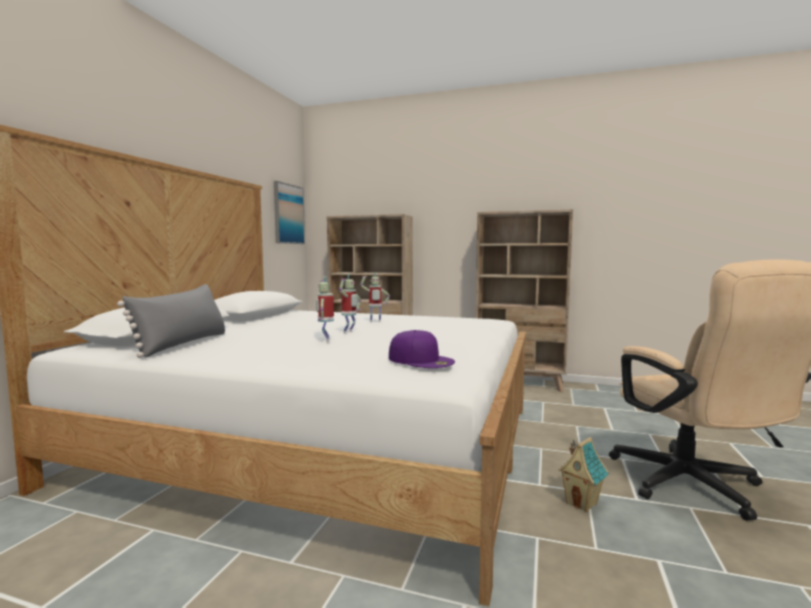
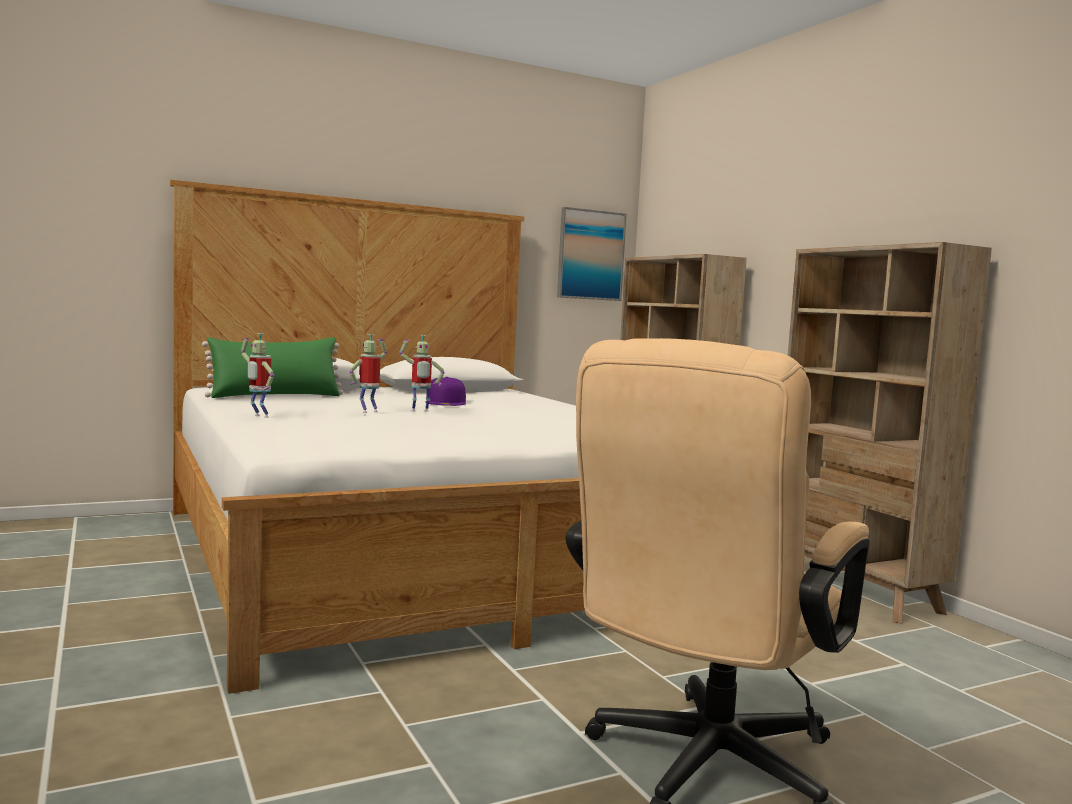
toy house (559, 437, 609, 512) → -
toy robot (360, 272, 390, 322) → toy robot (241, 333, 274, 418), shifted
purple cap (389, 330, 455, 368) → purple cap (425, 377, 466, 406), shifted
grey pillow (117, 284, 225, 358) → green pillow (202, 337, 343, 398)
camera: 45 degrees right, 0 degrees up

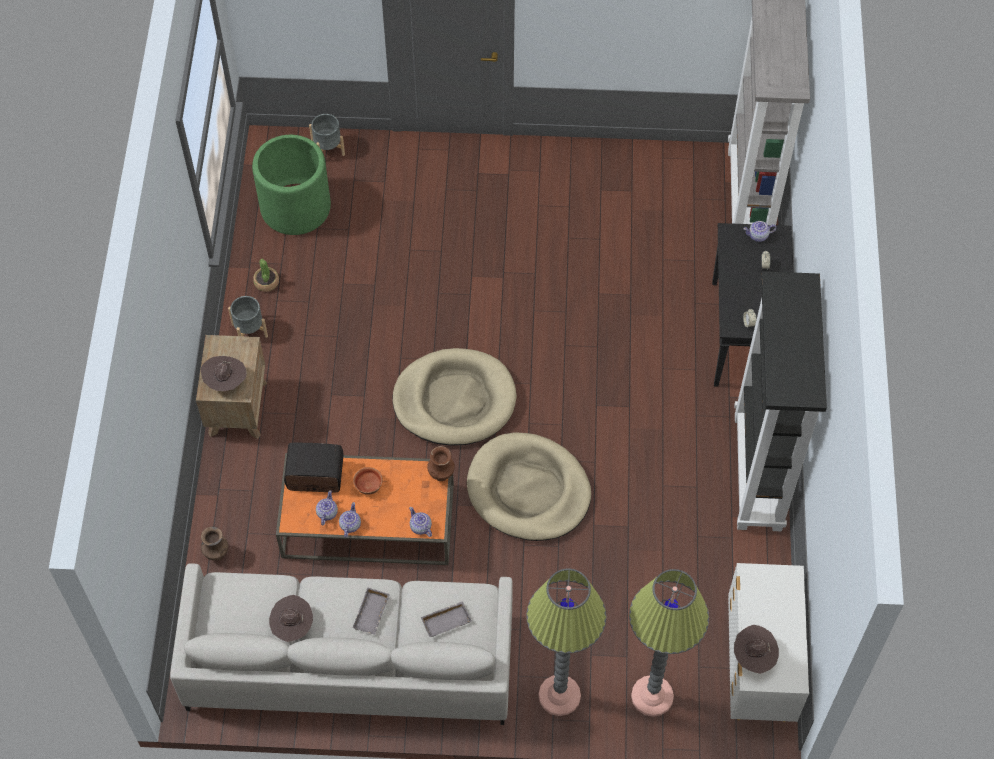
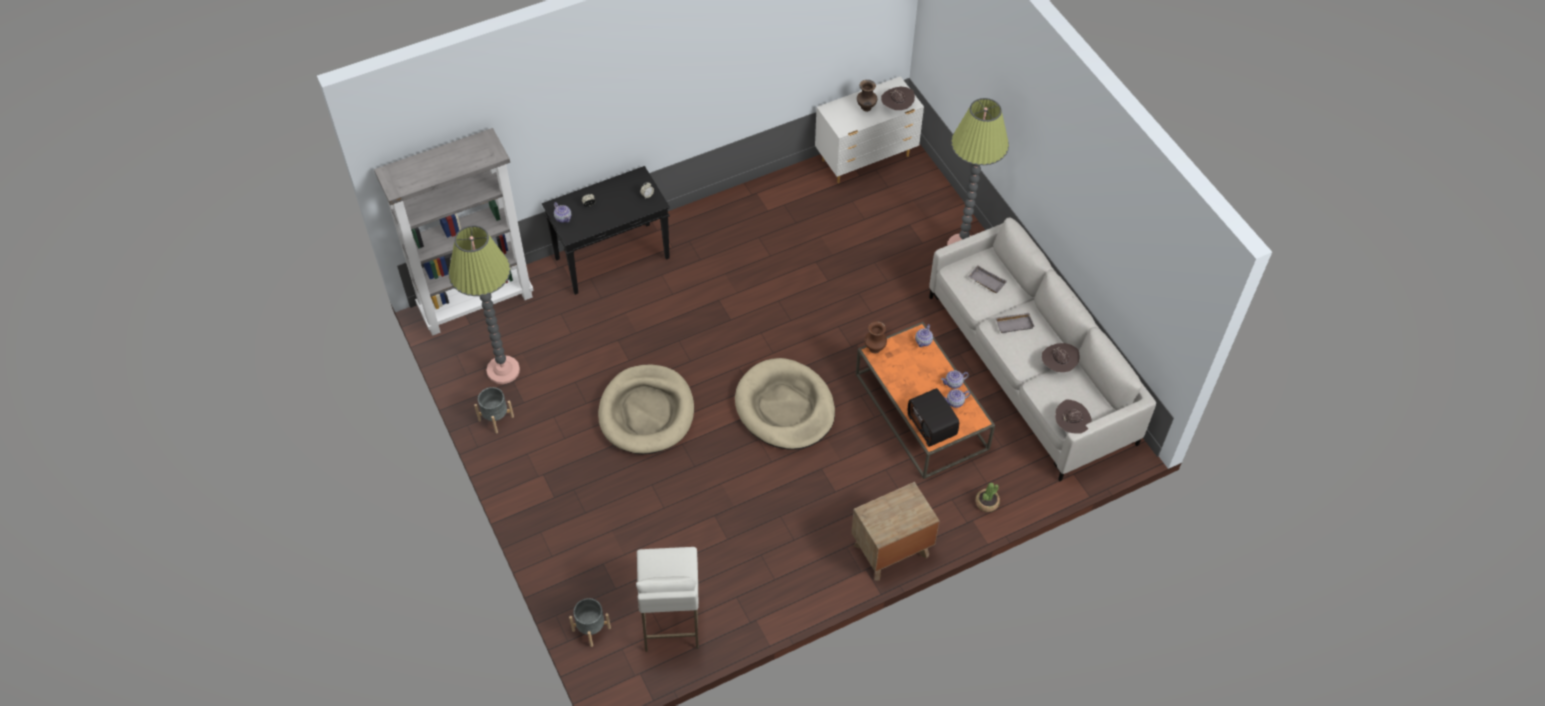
bowl (353, 467, 383, 495) → -
black bookcase (734, 271, 827, 531) → -
brown hat (201, 356, 246, 391) → brown hat (1055, 399, 1092, 434), shifted
brown vase (201, 527, 228, 560) → brown vase (857, 80, 877, 112), shifted
grey planter (228, 296, 268, 338) → grey planter (474, 387, 514, 433), shifted
potted plant (253, 258, 279, 292) → potted plant (975, 483, 1000, 512), shifted
beige dog bed (467, 433, 591, 541) → beige dog bed (598, 365, 694, 454), shifted
floor lamp (629, 569, 709, 717) → floor lamp (448, 226, 520, 384), shifted
green planter (252, 135, 331, 235) → white stool (636, 547, 699, 652)
camera: 120 degrees left, 5 degrees down

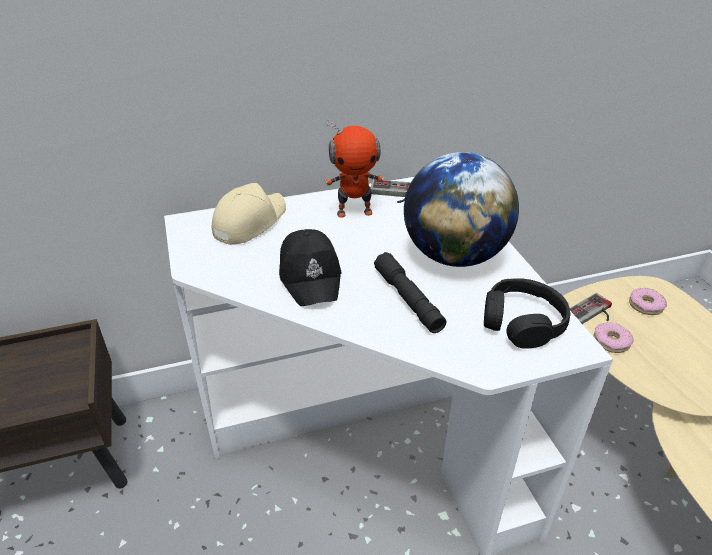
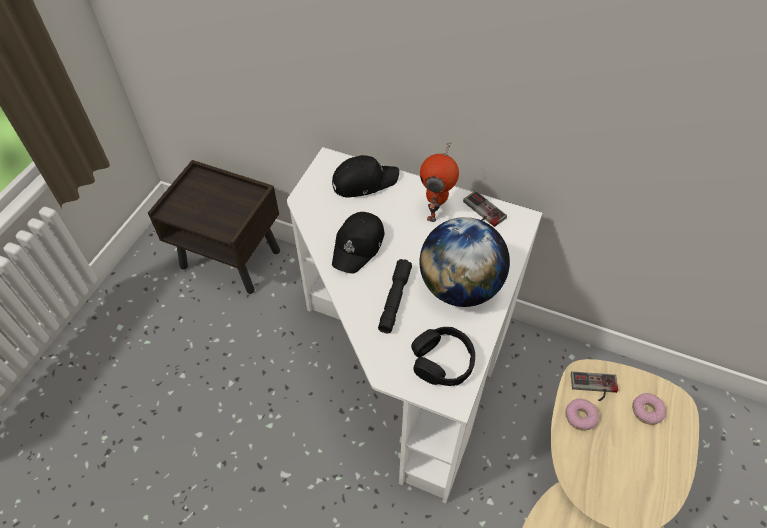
beige cap (212, 183, 286, 245) → black cap (332, 155, 399, 197)
toy robot (325, 119, 384, 218) → toy robot (420, 143, 459, 222), 75 degrees clockwise
camera: 40 degrees right, 15 degrees up

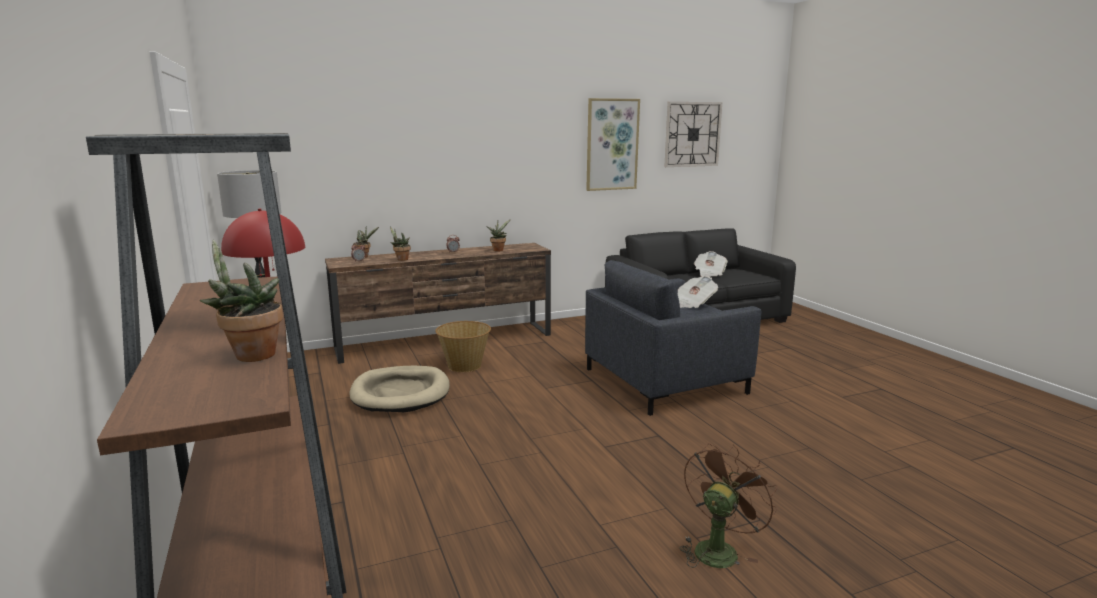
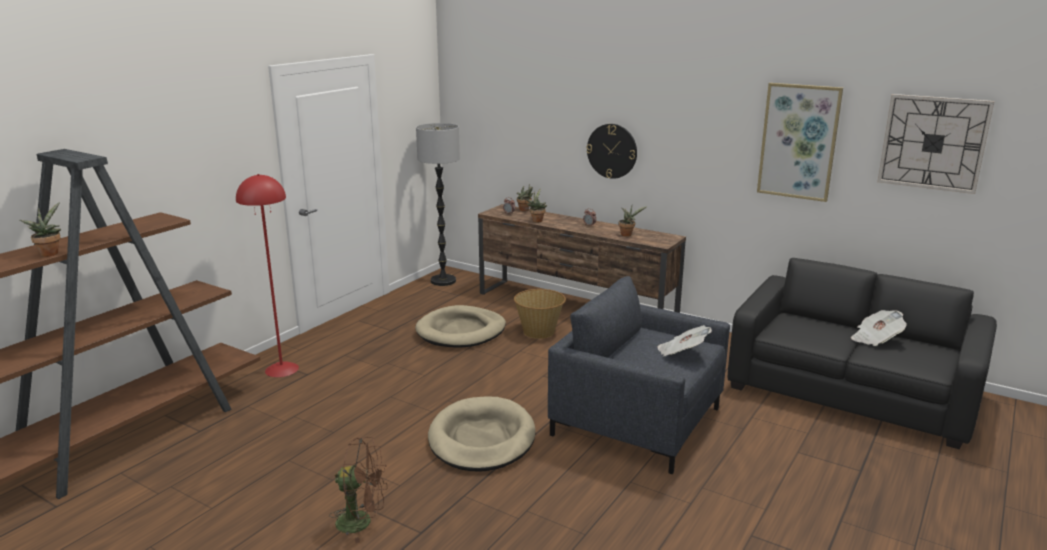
- → beige dog bed (428, 396, 536, 472)
- → wall clock (586, 124, 637, 179)
camera: 55 degrees right, 5 degrees up

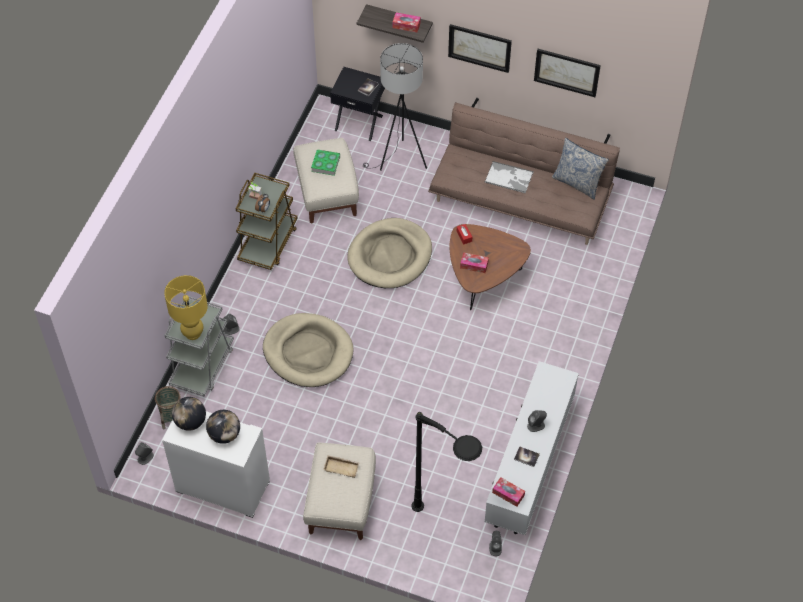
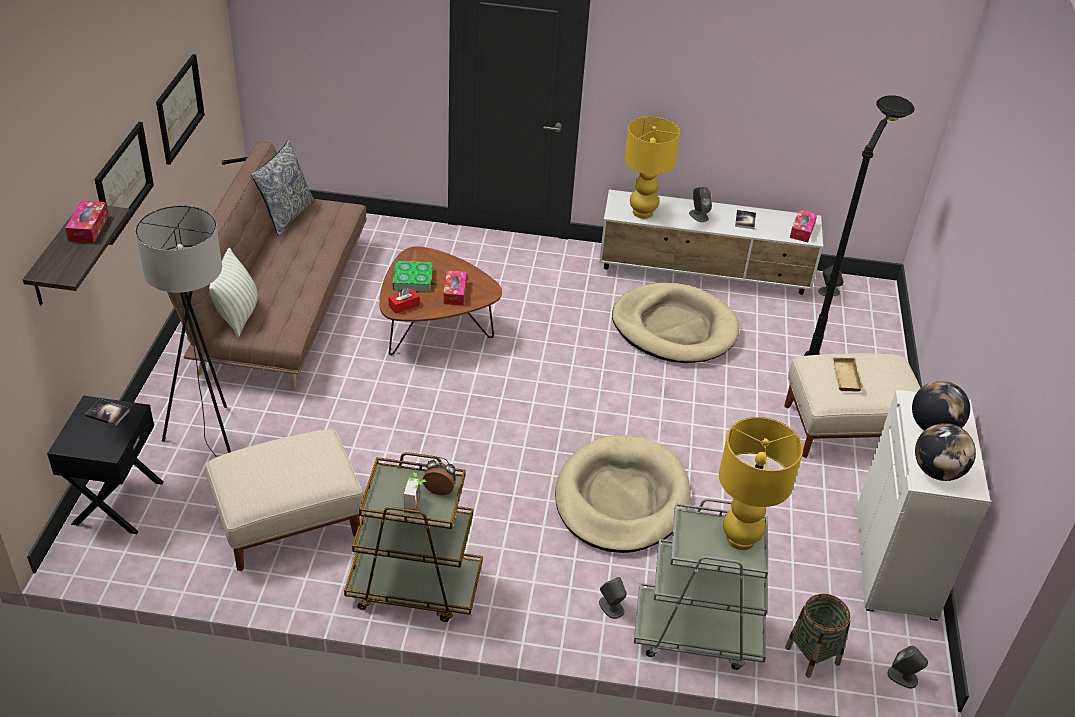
tray (485, 161, 534, 193) → -
- → pillow (209, 248, 258, 337)
- → yellow table lamp (624, 116, 680, 219)
book (311, 149, 340, 176) → book (392, 261, 432, 292), shifted
beige dog bed (347, 218, 432, 288) → beige dog bed (612, 283, 739, 363), shifted
camera: 105 degrees left, 15 degrees down

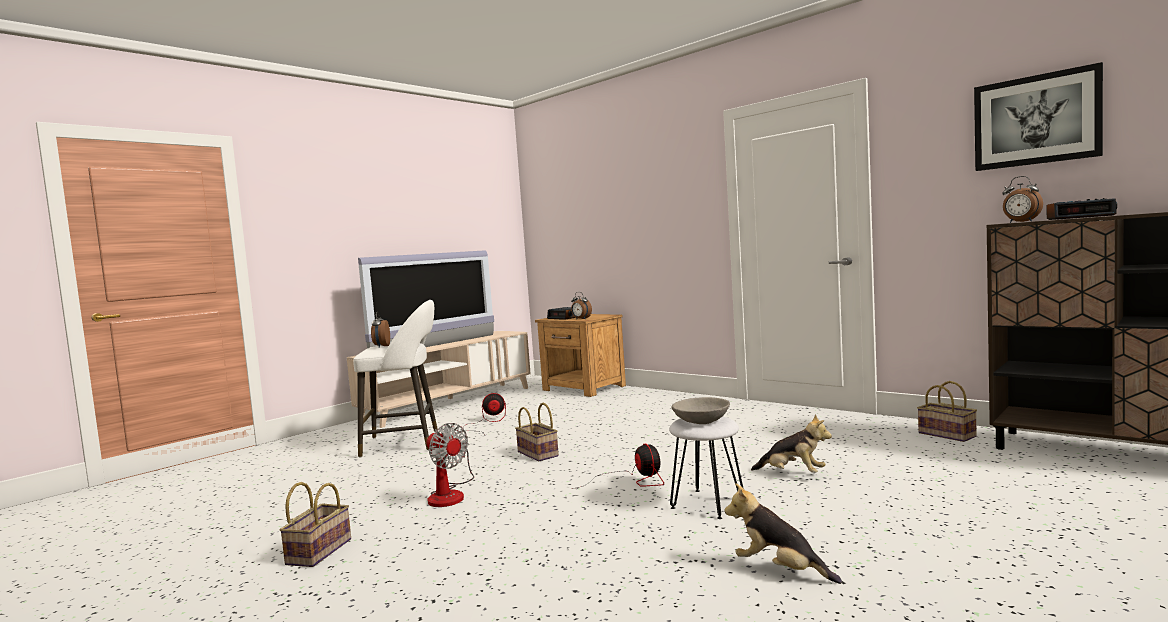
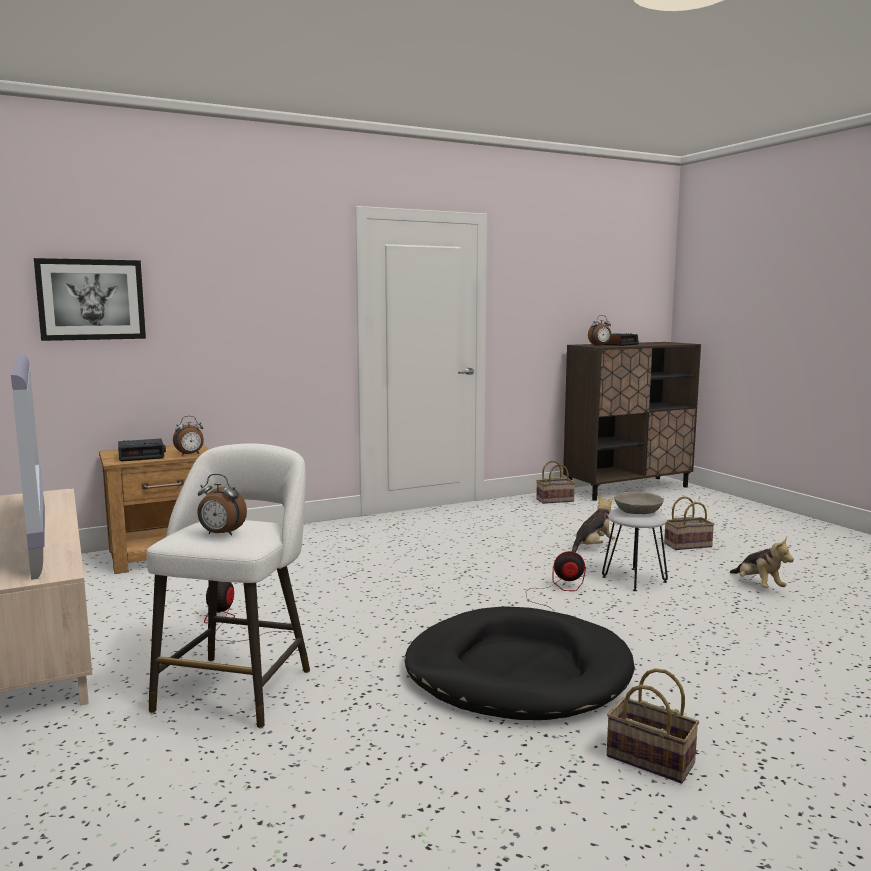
basket (515, 403, 559, 461) → basket (664, 496, 714, 550), shifted
picture (974, 62, 1103, 171) → picture (34, 258, 146, 341), shifted
fan (426, 423, 474, 507) → black dog bed (405, 606, 635, 720)
plush toy (725, 483, 842, 584) → plush toy (730, 537, 794, 588), 75 degrees counterclockwise
camera: 70 degrees left, 5 degrees up

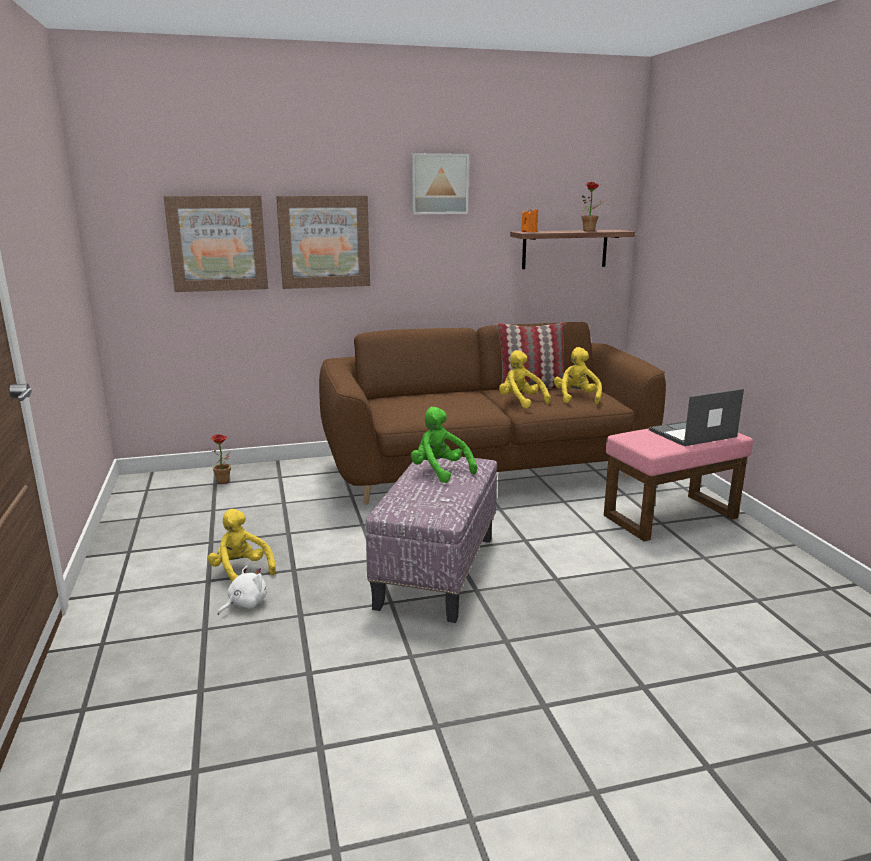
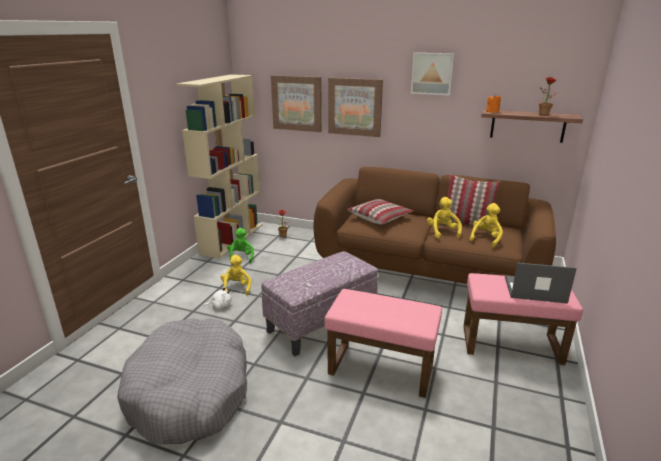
- → grey dog bed (117, 318, 247, 445)
- → beige bookcase (176, 74, 262, 259)
- → pink ottoman (325, 289, 442, 398)
- → pillow (347, 199, 413, 224)
green plush toy (411, 407, 477, 483) → green plush toy (227, 228, 254, 263), shifted
camera: 35 degrees right, 5 degrees up

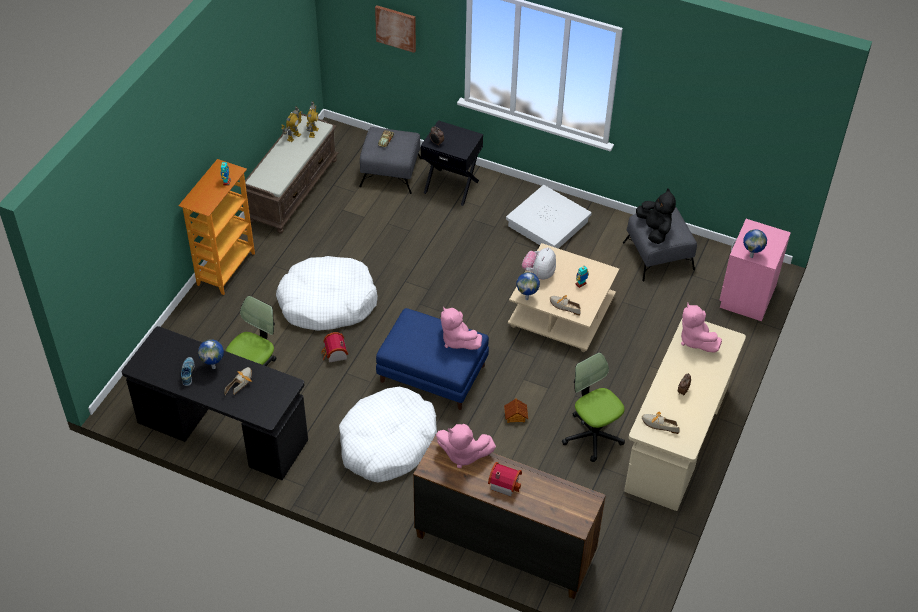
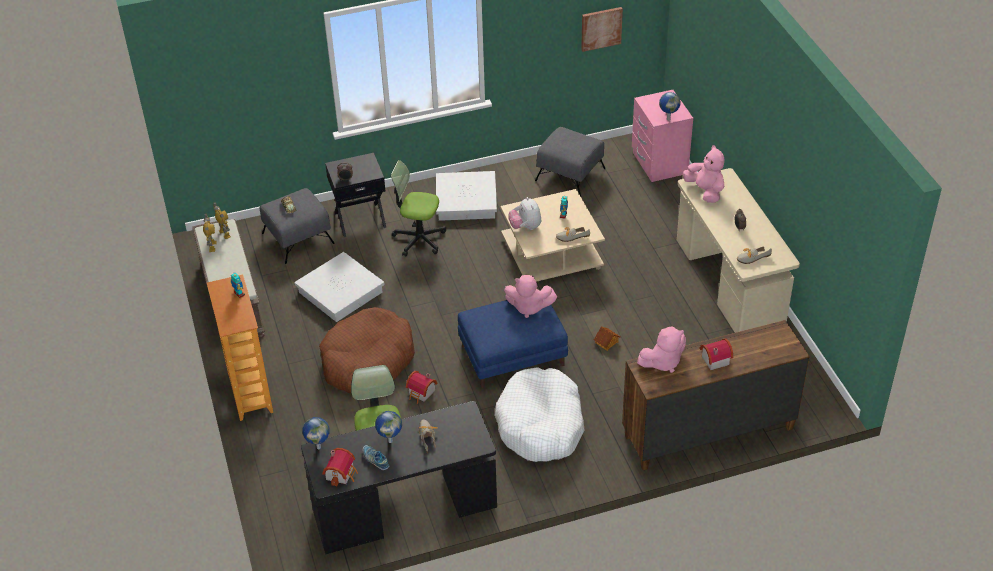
black plush toy (636, 189, 676, 244) → -
- → white storage box (294, 252, 385, 322)
- → toy house (322, 448, 358, 487)
picture (375, 5, 416, 53) → picture (581, 7, 623, 52), shifted
globe (517, 272, 540, 300) → globe (303, 417, 330, 449), shifted
office chair (562, 352, 625, 462) → office chair (391, 160, 446, 257), shifted
white dog bed (276, 256, 378, 331) → brown dog bed (319, 307, 415, 393)
pink plush toy (681, 303, 722, 353) → pink plush toy (683, 145, 724, 203), 150 degrees counterclockwise
camera: 40 degrees left, 5 degrees down

